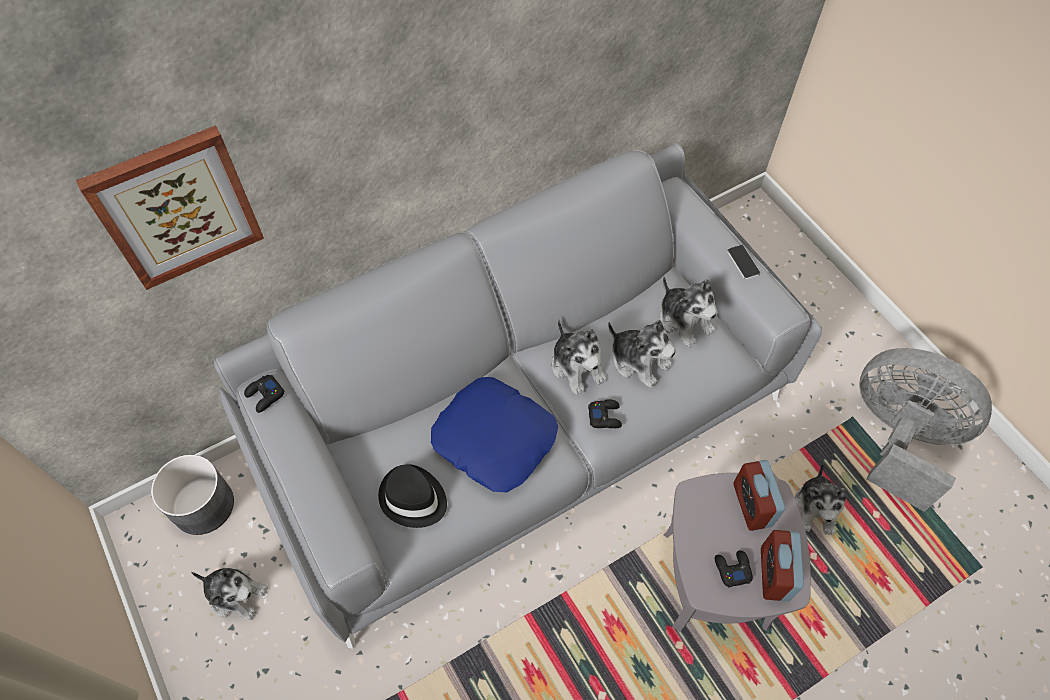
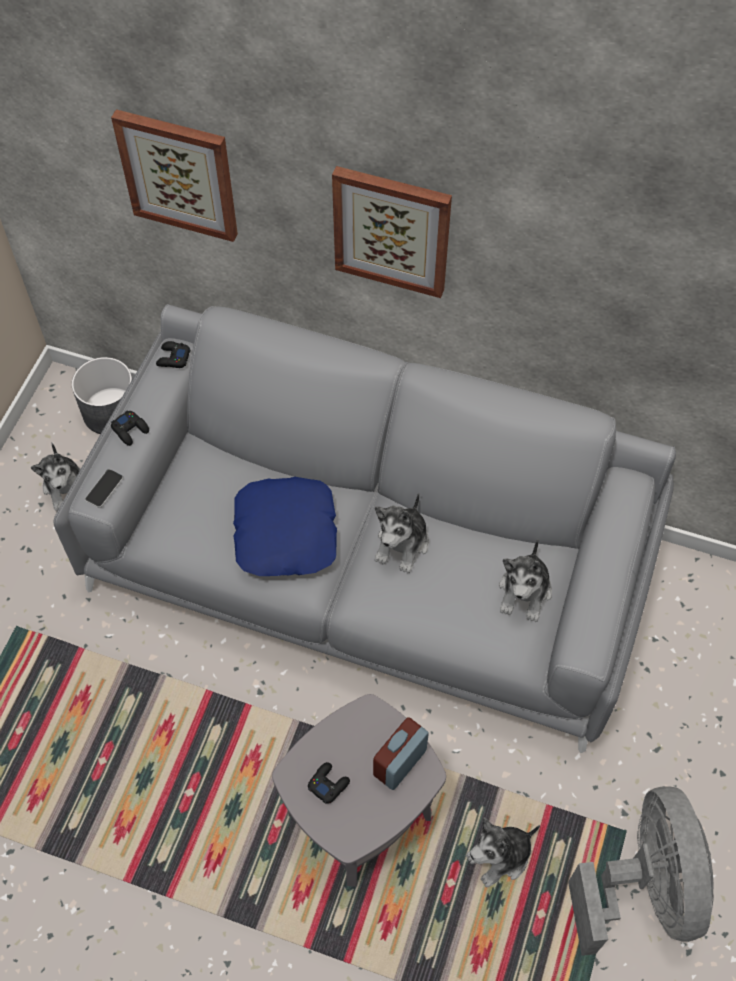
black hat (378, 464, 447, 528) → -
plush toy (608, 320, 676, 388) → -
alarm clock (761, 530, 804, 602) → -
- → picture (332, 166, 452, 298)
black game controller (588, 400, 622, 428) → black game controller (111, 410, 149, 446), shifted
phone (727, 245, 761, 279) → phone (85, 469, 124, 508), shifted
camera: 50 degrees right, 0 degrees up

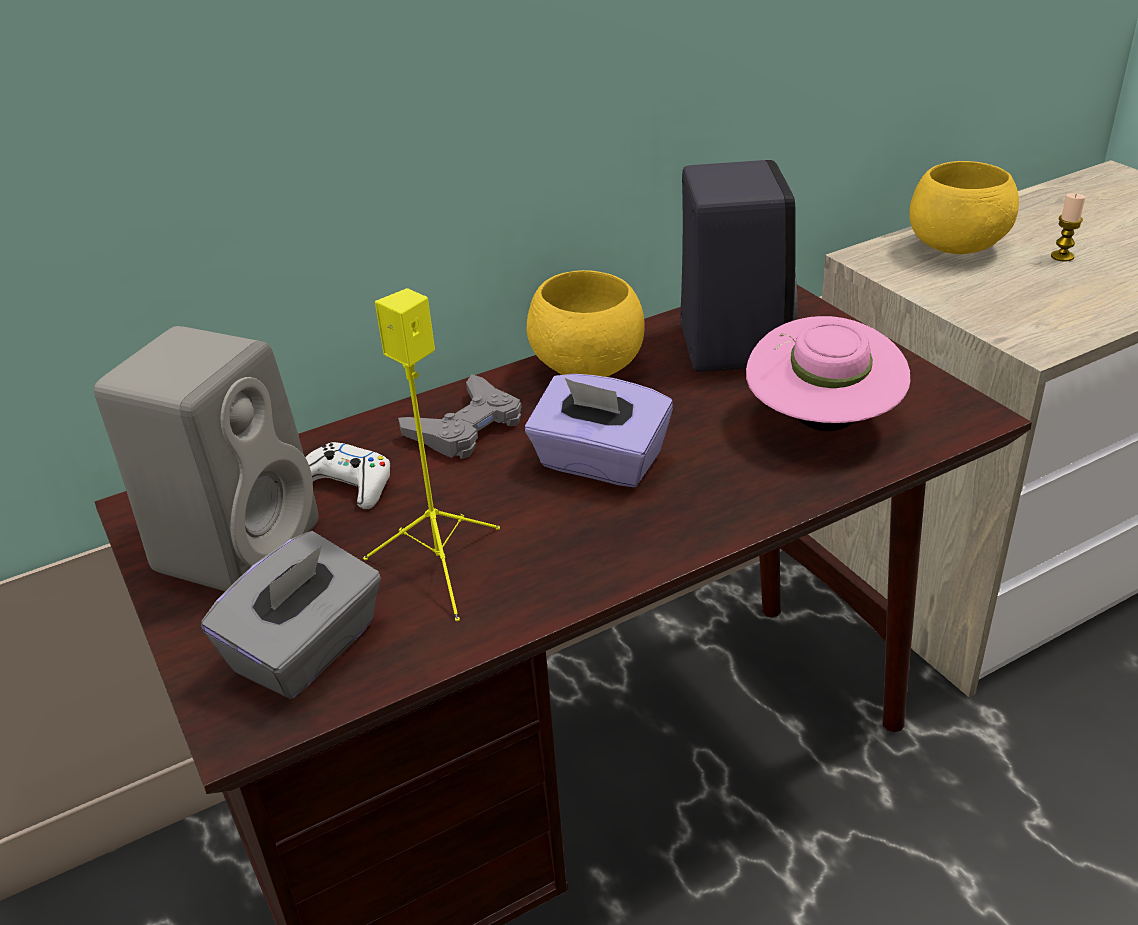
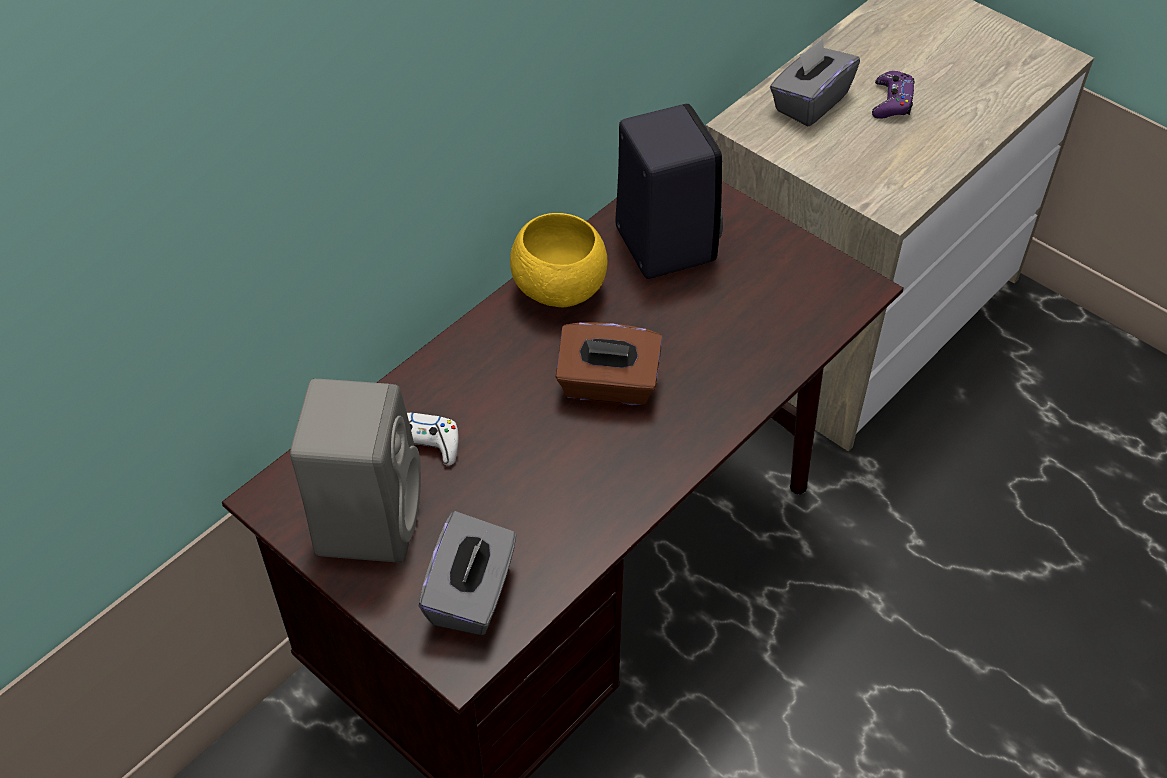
yellow speaker (363, 288, 500, 621) → -
grey game controller (398, 374, 522, 459) → -
pink hat (746, 316, 911, 431) → -
yellow bowl (909, 161, 1019, 254) → grey tissue box (770, 38, 860, 126)
candle (1051, 193, 1085, 262) → purple game controller (872, 71, 915, 119)
purple tissue box (525, 374, 673, 487) → brown tissue box (556, 322, 662, 405)
camera: 20 degrees left, 15 degrees up

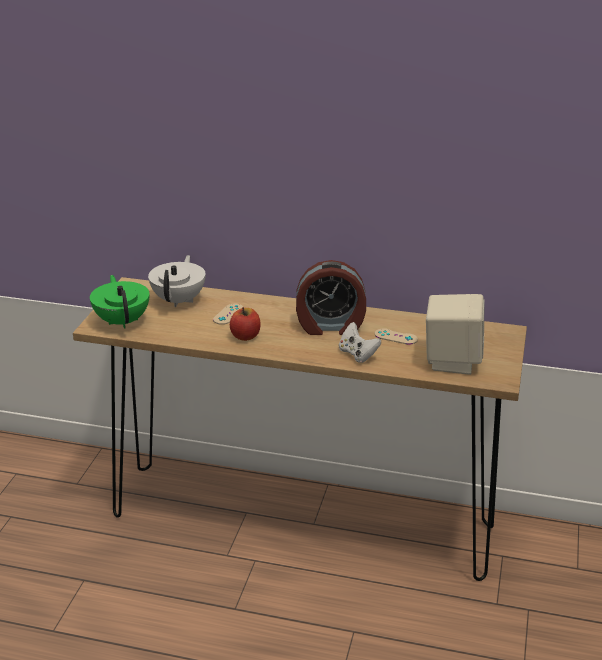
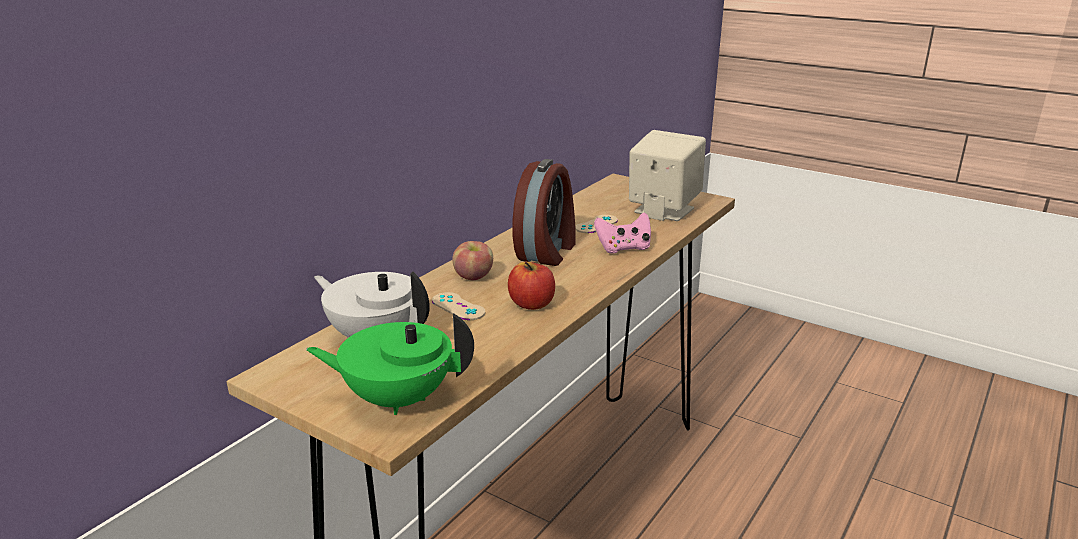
- → apple (452, 241, 493, 280)
white game controller (339, 322, 381, 363) → pink game controller (594, 212, 651, 254)
camera: 70 degrees left, 5 degrees down

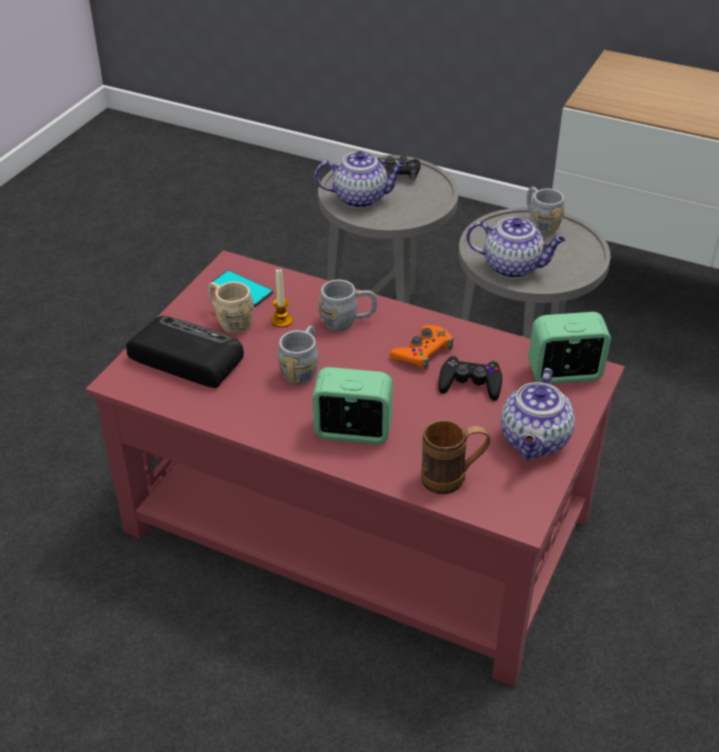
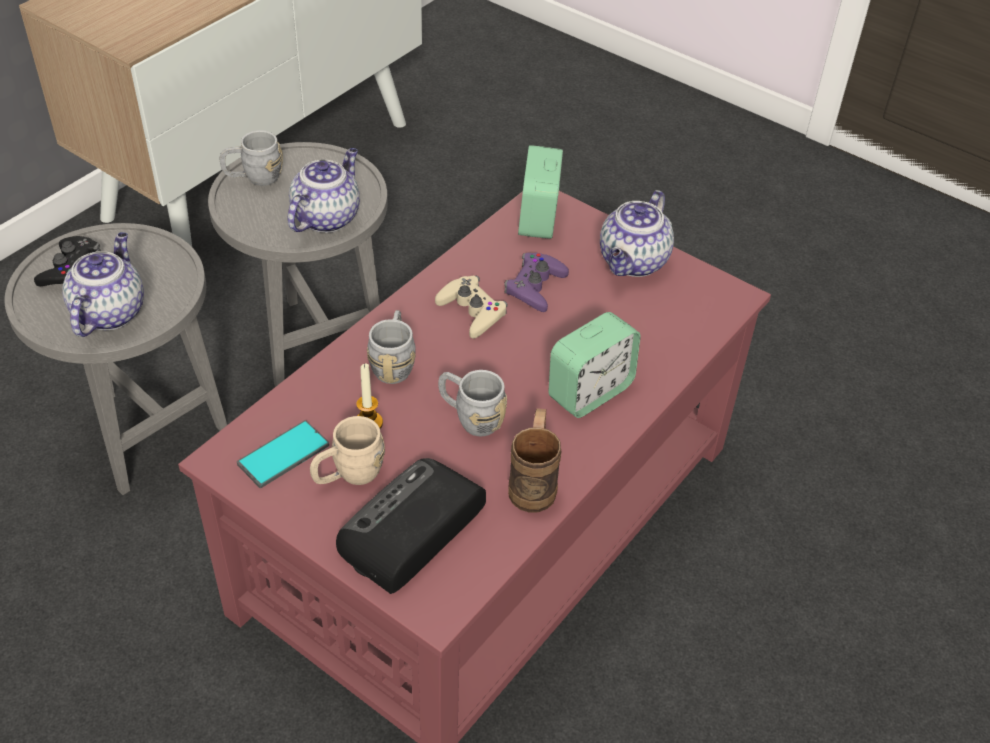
brown mug (421, 420, 490, 495) → brown mug (508, 408, 561, 513), shifted
orange game controller (390, 325, 454, 370) → beige game controller (435, 276, 508, 339)
black game controller (439, 355, 502, 401) → purple game controller (504, 253, 569, 312)
alarm clock (313, 367, 393, 444) → alarm clock (548, 312, 641, 418), 150 degrees counterclockwise
teapot (501, 368, 575, 460) → teapot (600, 190, 674, 277), 90 degrees clockwise
camera: 80 degrees left, 5 degrees up

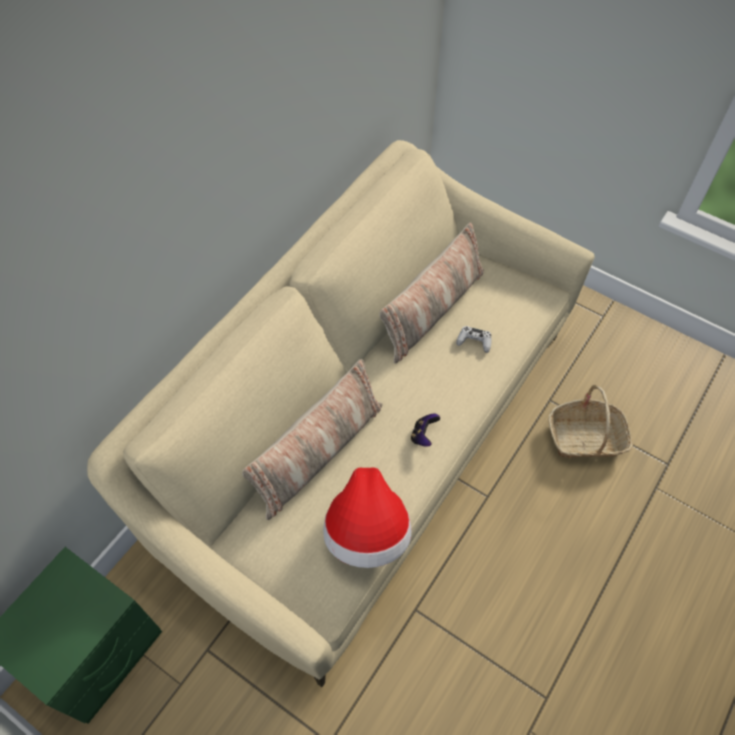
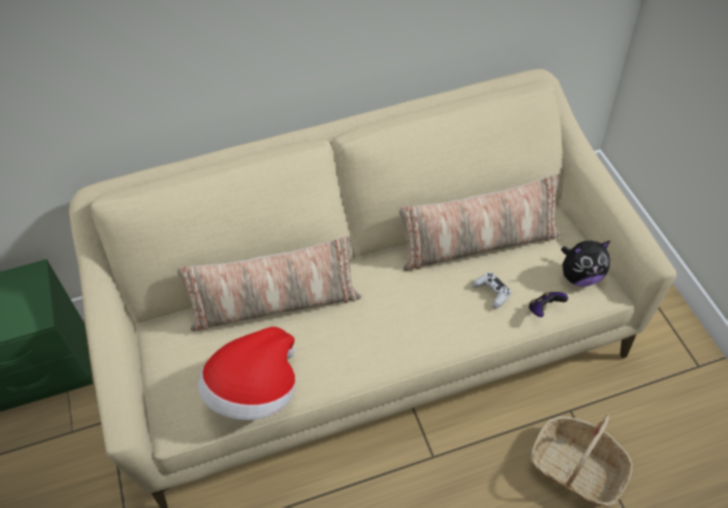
- → plush toy (561, 240, 611, 287)
game controller (411, 414, 440, 447) → game controller (529, 292, 568, 317), shifted
camera: 40 degrees right, 5 degrees down

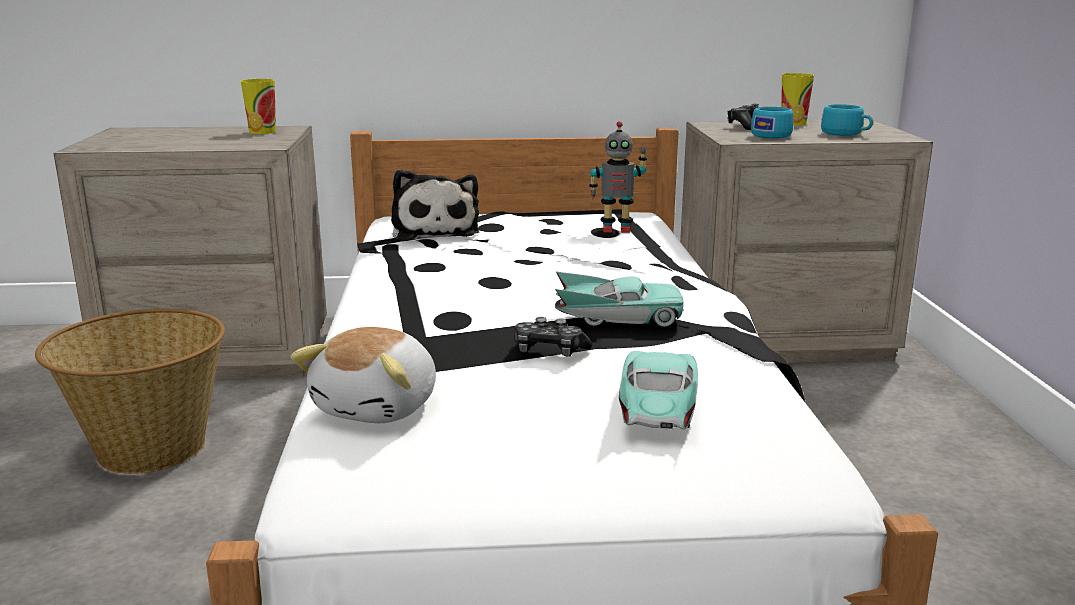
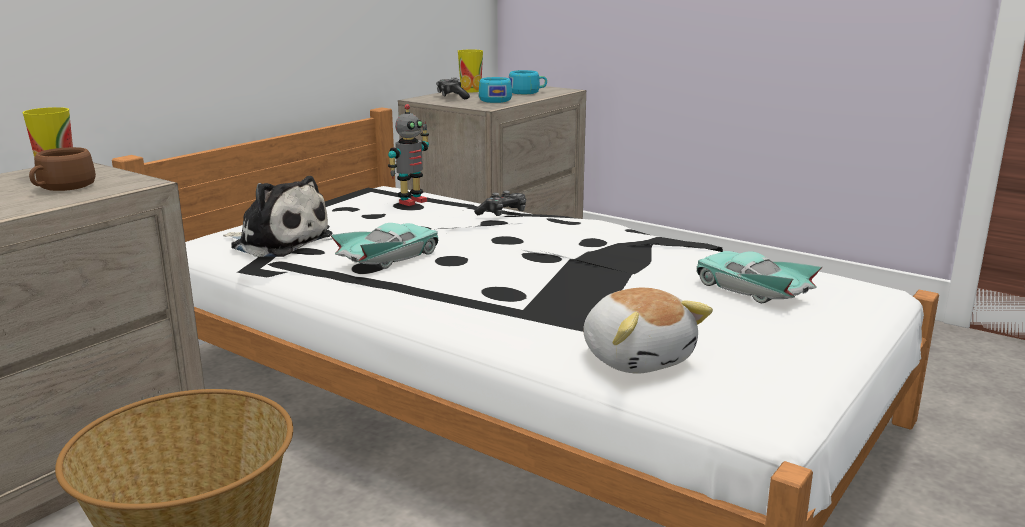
- → brown cup (29, 147, 96, 191)
game controller (514, 317, 592, 356) → game controller (474, 191, 526, 216), shifted
turquoise toy car (555, 272, 684, 327) → turquoise toy car (330, 223, 438, 269), shifted
camera: 50 degrees left, 0 degrees up

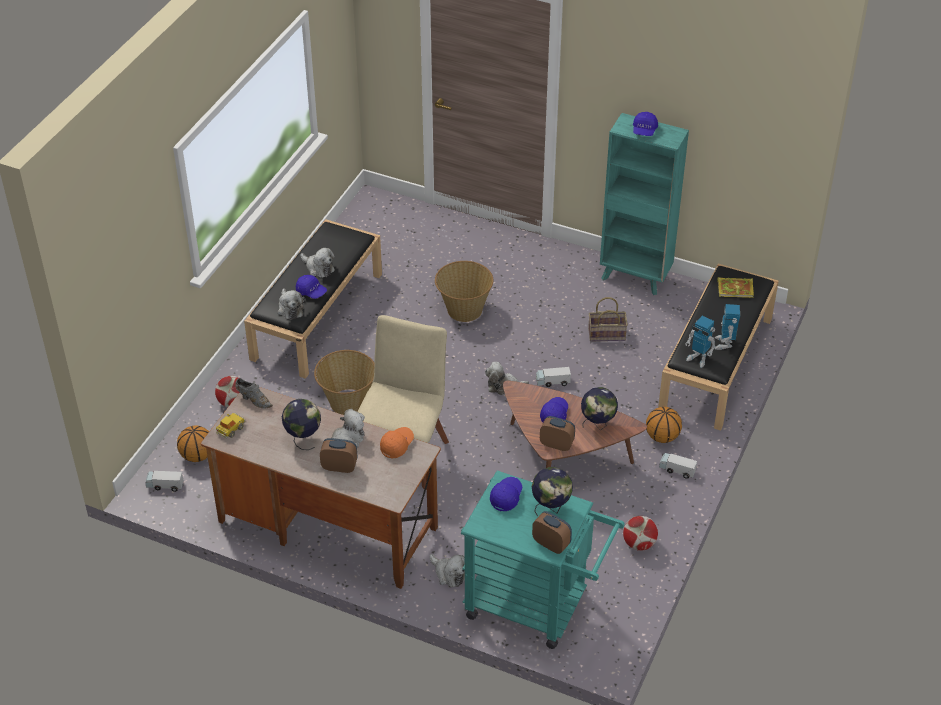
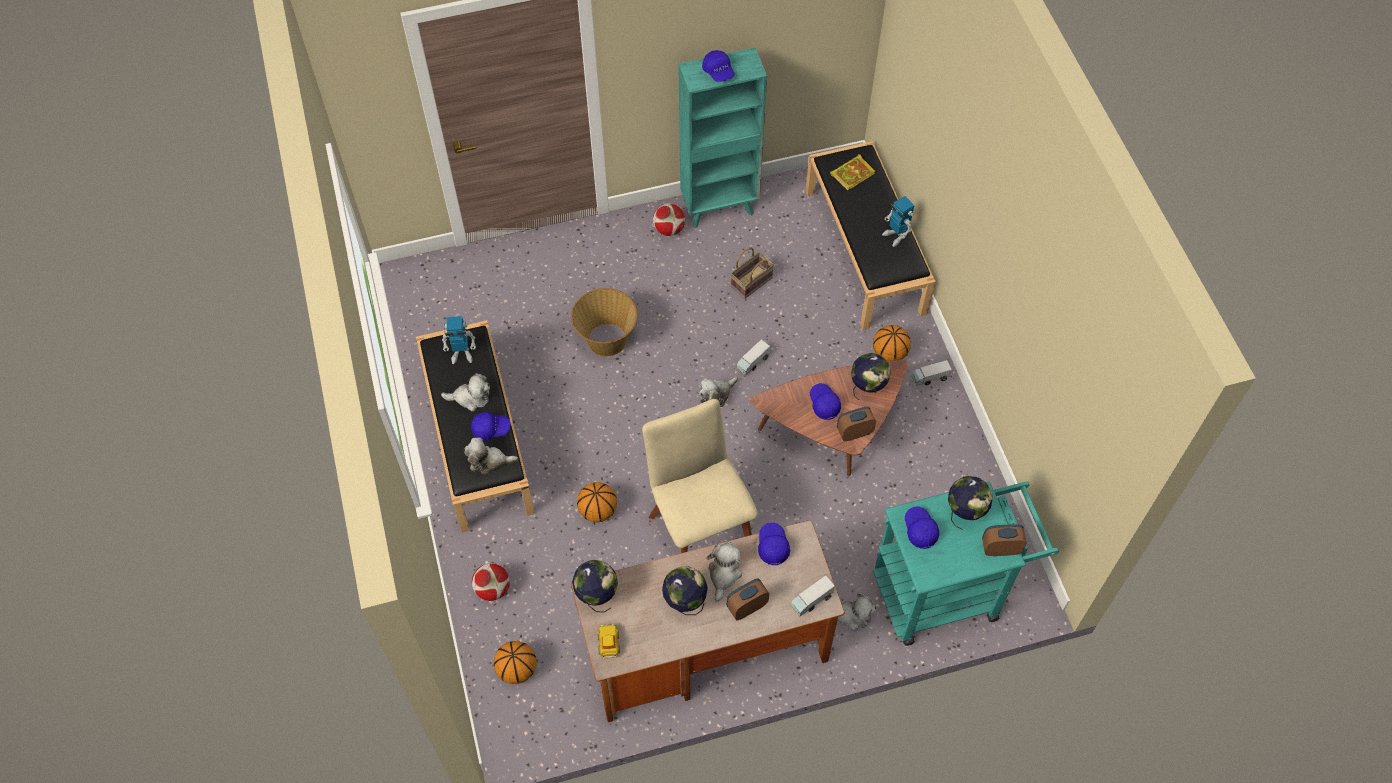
toy truck (145, 471, 184, 492) → toy truck (791, 576, 835, 616), shifted
football (623, 516, 658, 551) → football (653, 203, 685, 236), shifted
toy robot (685, 316, 716, 368) → toy robot (442, 316, 476, 364), shifted
grey shoe (235, 378, 273, 409) → globe (572, 560, 618, 613)
basket (314, 350, 374, 415) → basketball (577, 482, 617, 522)
orange cap (380, 427, 414, 459) → blue cap (758, 522, 790, 565)
plush toy (277, 288, 306, 320) → plush toy (464, 438, 518, 475), 150 degrees clockwise
camera: 40 degrees left, 15 degrees up

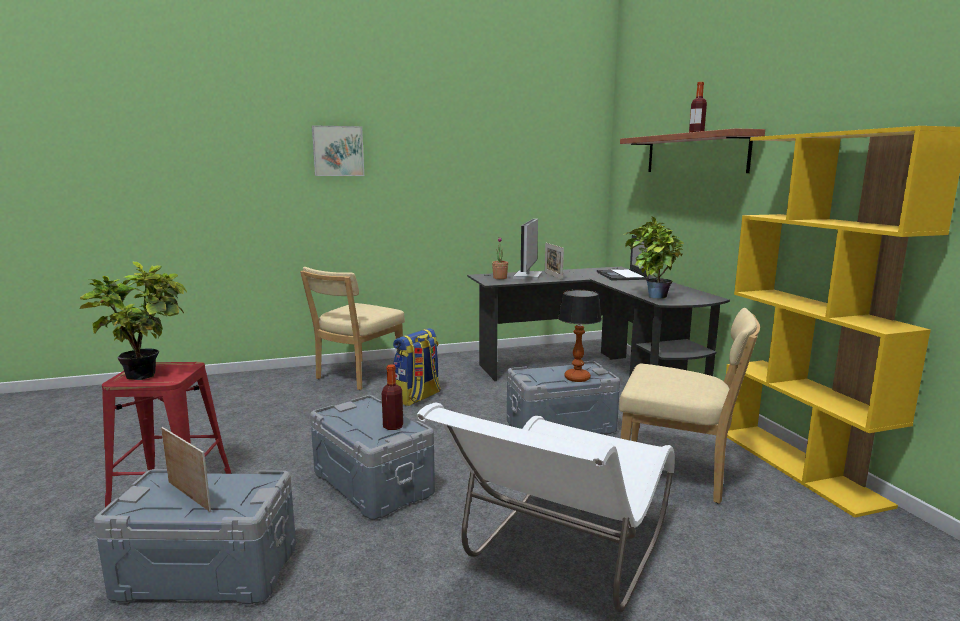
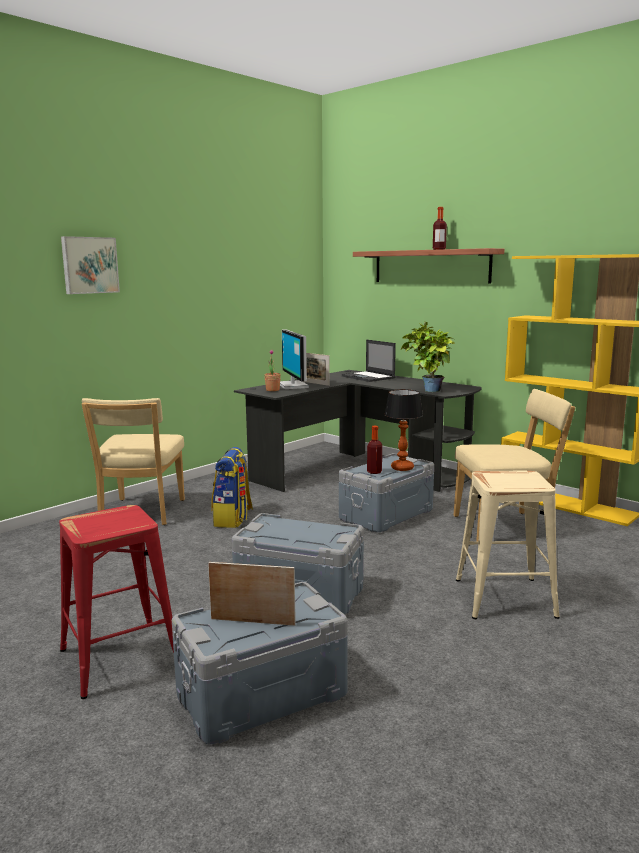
potted plant (80, 262, 187, 380) → -
bottle (382, 364, 403, 430) → bottle (367, 426, 382, 474), shifted
white chair (416, 402, 675, 612) → beige stool (456, 471, 560, 619)
camera: 30 degrees left, 0 degrees up

